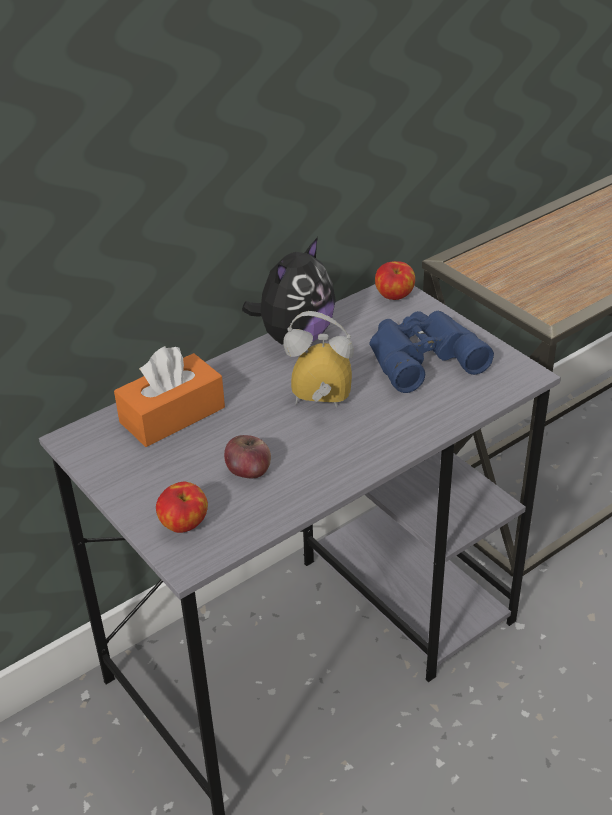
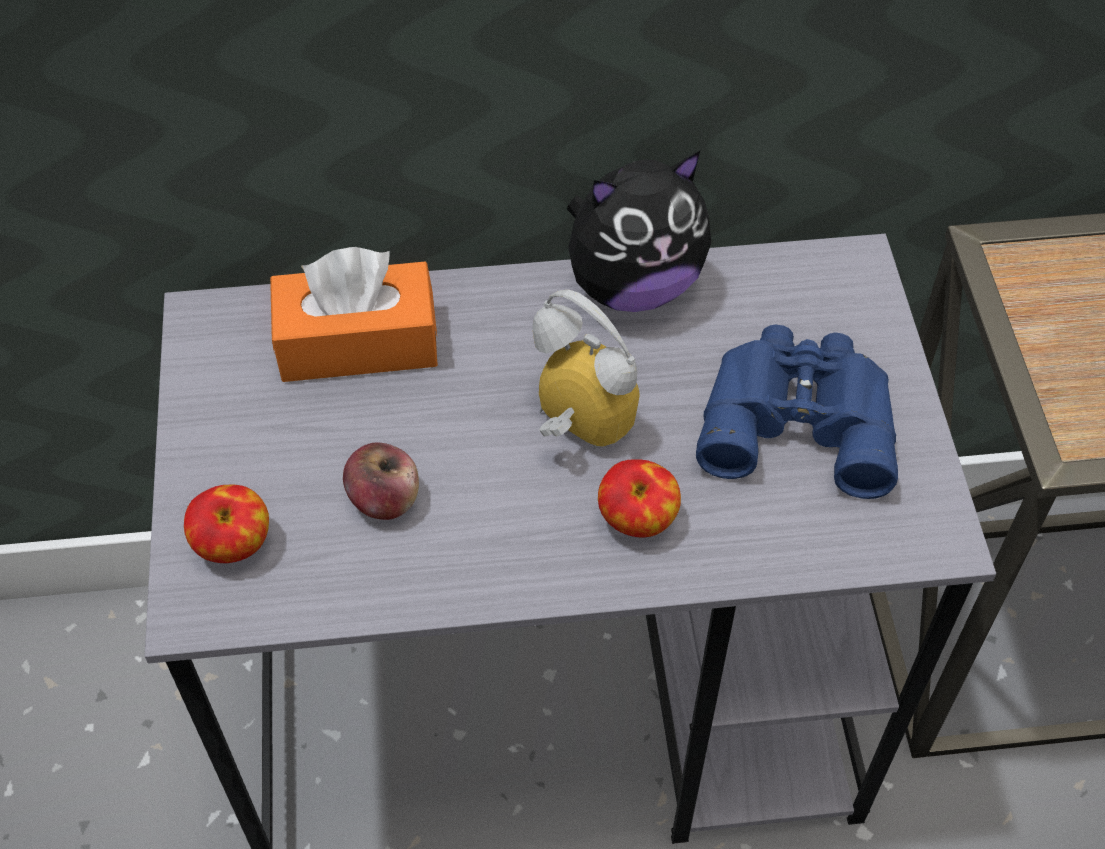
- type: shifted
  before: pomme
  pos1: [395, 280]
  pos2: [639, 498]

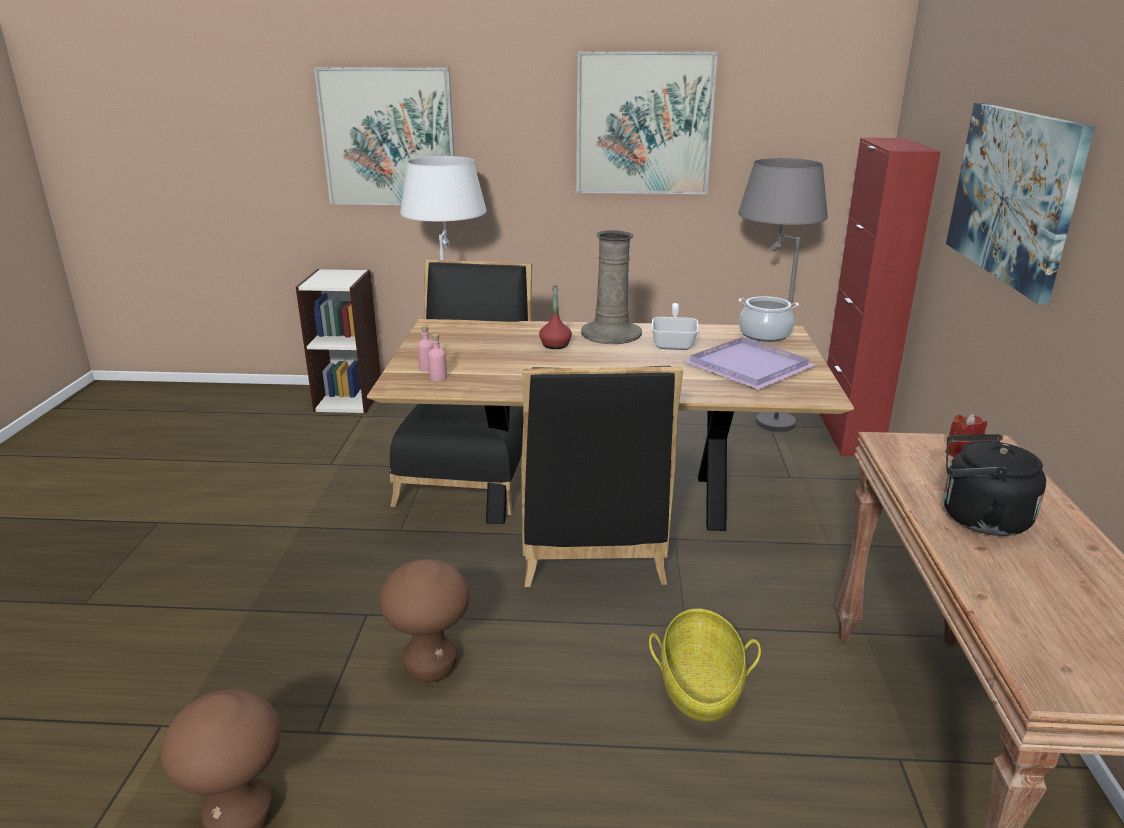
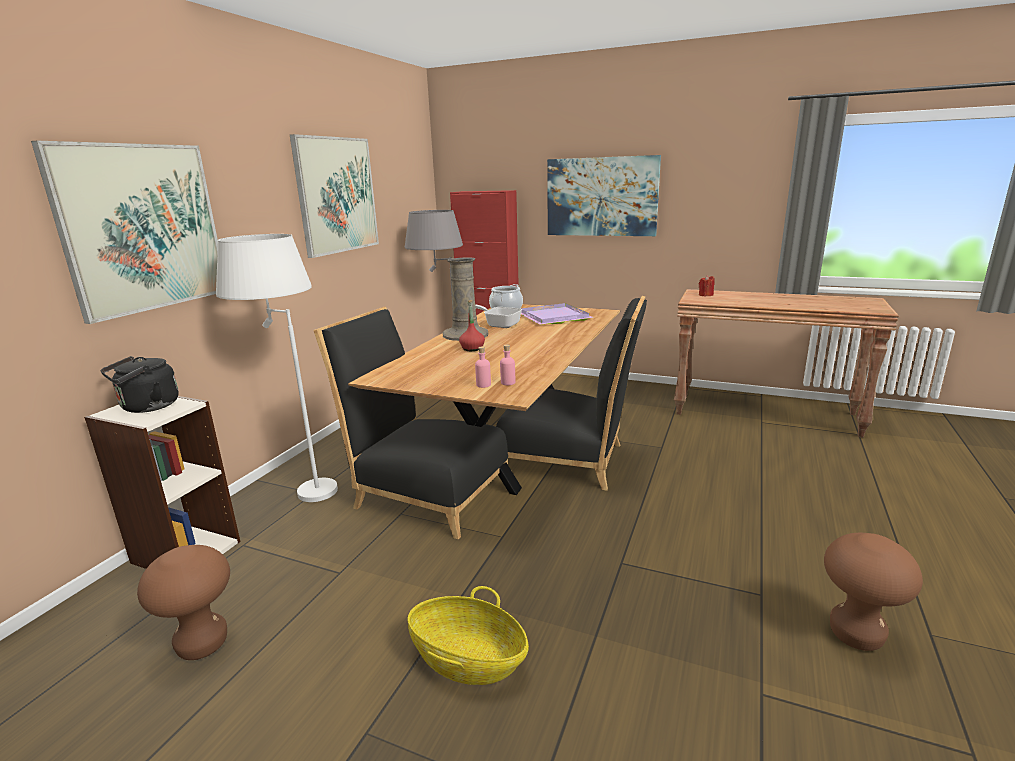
- type: shifted
  before: tabouret [marron]
  pos1: [424, 620]
  pos2: [183, 602]
- type: shifted
  before: panier
  pos1: [705, 665]
  pos2: [468, 635]
- type: shifted
  before: bouilloire [noir]
  pos1: [994, 485]
  pos2: [139, 384]

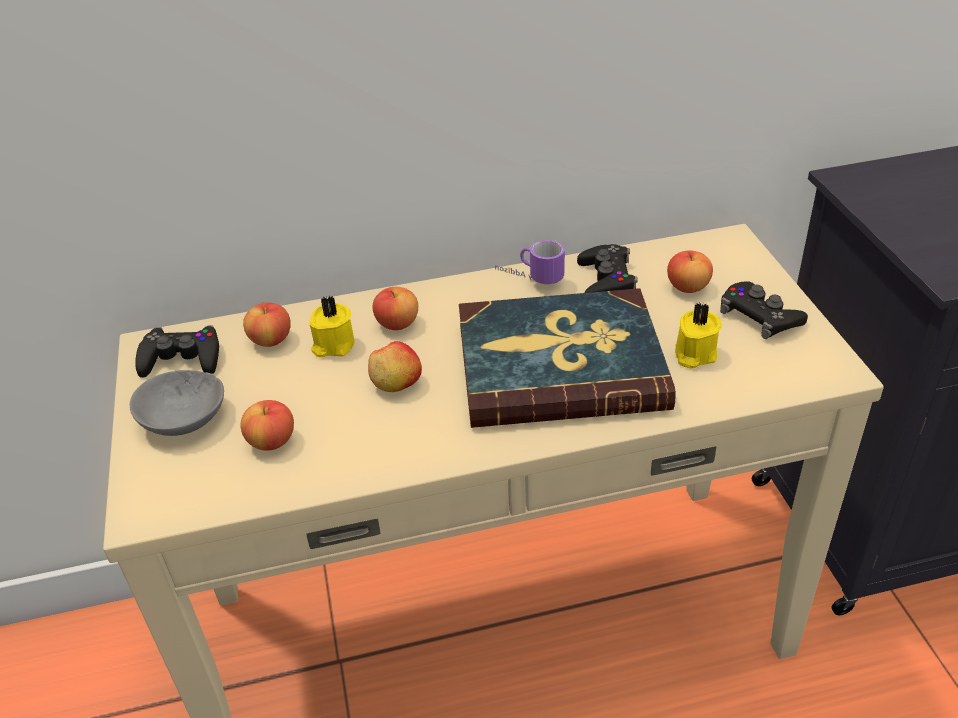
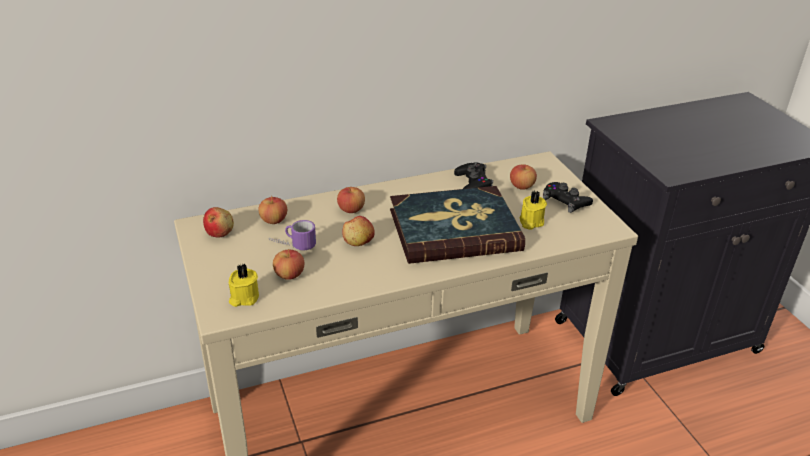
- type: gone
  before: bol [gris]
  pos1: [177, 403]
- type: shifted
  before: bougie [jaune]
  pos1: [332, 326]
  pos2: [244, 285]
- type: shifted
  before: mug
  pos1: [530, 262]
  pos2: [292, 235]
- type: swapped
  before: manette [noir]
  after: pomme
  pos1: [177, 351]
  pos2: [218, 222]

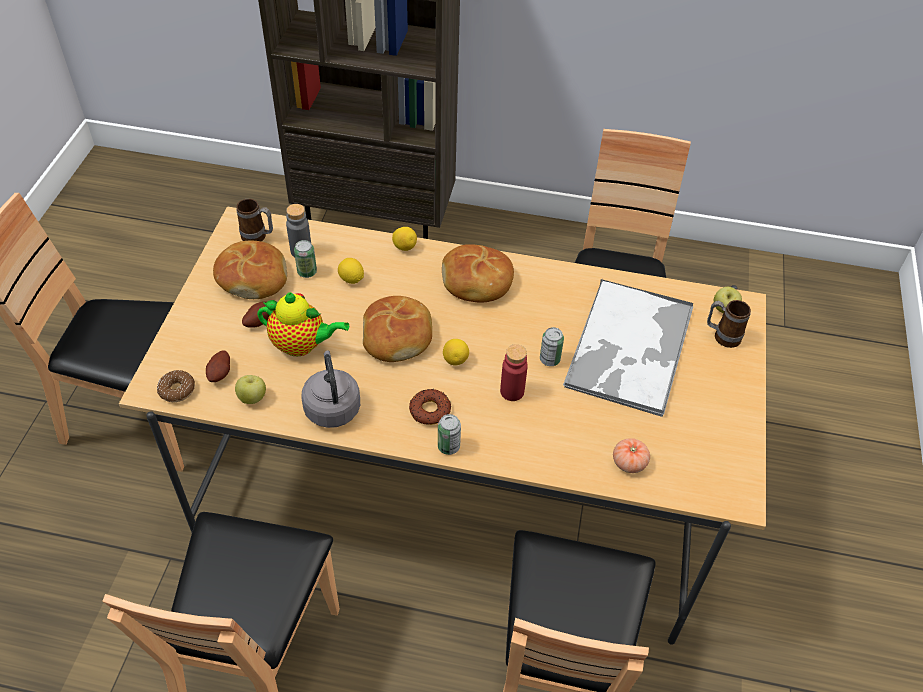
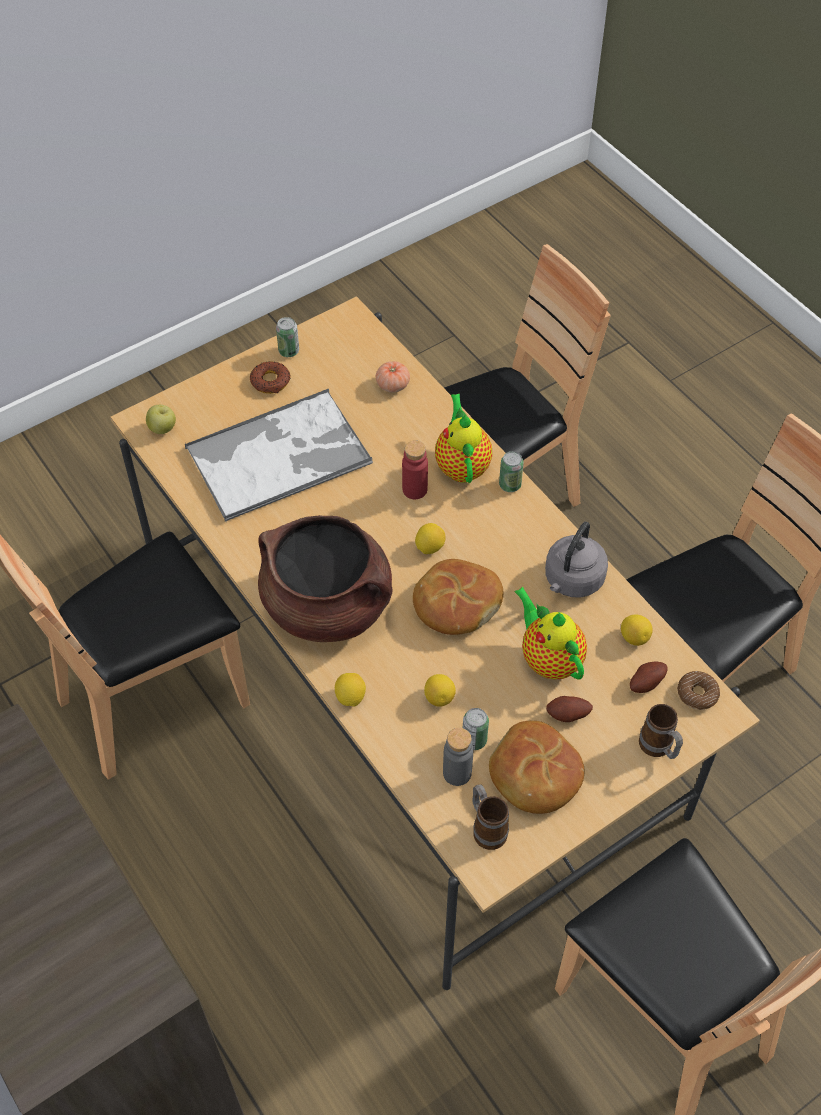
- type: new
  after: théière
  pos2: [463, 438]
- type: shifted
  before: beignet
  pos1: [430, 407]
  pos2: [270, 377]
- type: shifted
  before: boîte métallique
  pos1: [552, 346]
  pos2: [287, 337]
- type: shifted
  before: mug
  pos1: [729, 324]
  pos2: [661, 731]
- type: swapped
  before: pomme
  after: citron
  pos1: [250, 389]
  pos2: [637, 630]
- type: swapped
  before: pain
  after: marmite [marron]
  pos1: [478, 273]
  pos2: [325, 578]

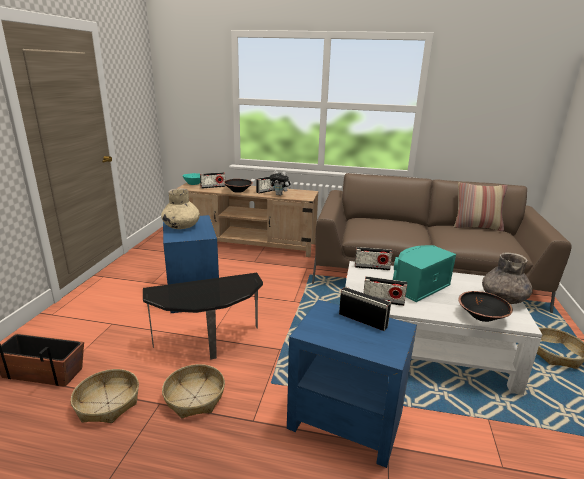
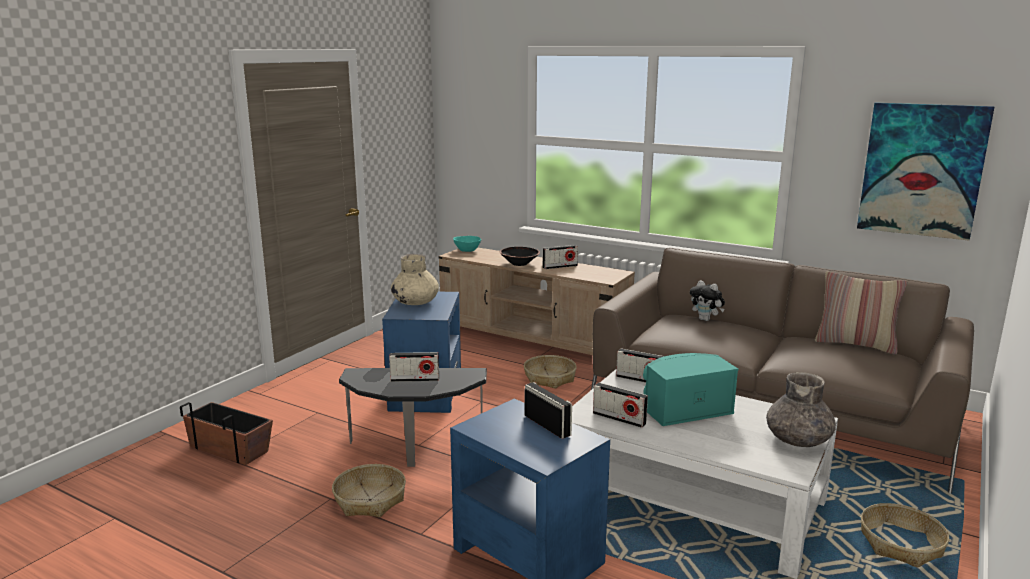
- type: gone
  before: bol [noir]
  pos1: [485, 306]
- type: new
  after: tableau
  pos2: [926, 171]
- type: shifted
  before: panier
  pos1: [105, 396]
  pos2: [550, 372]
- type: shifted
  before: radio
  pos1: [213, 180]
  pos2: [414, 367]
- type: shifted
  before: peluche
  pos1: [280, 183]
  pos2: [707, 300]

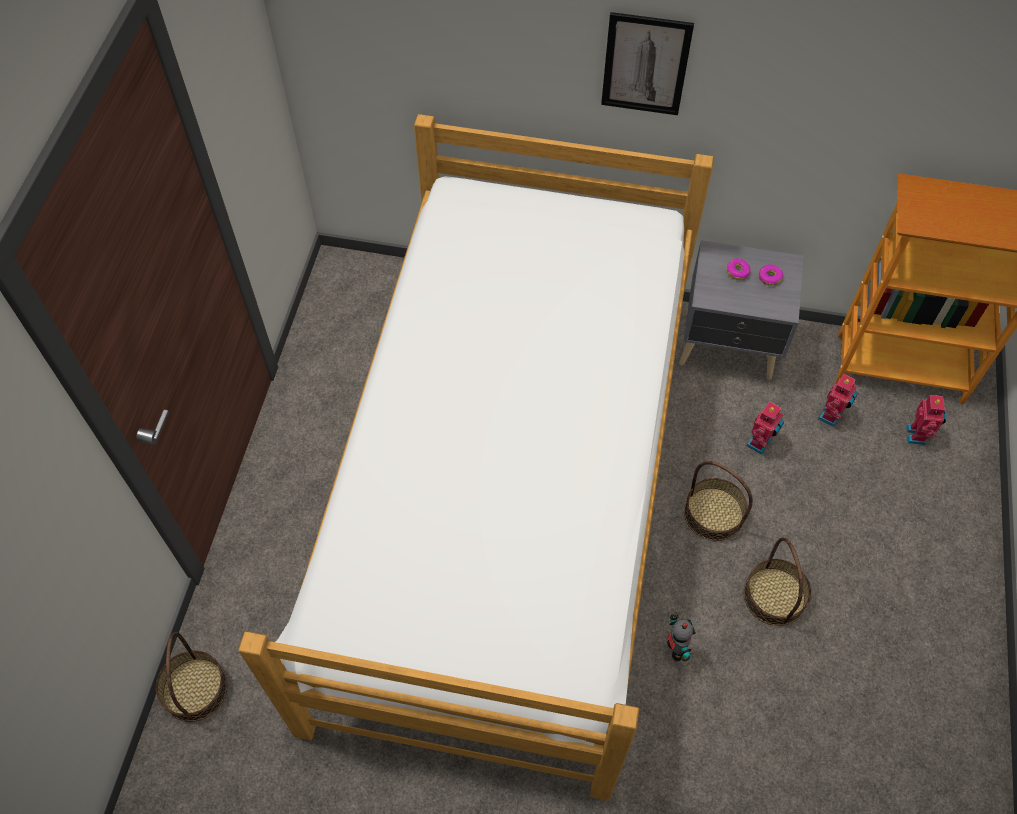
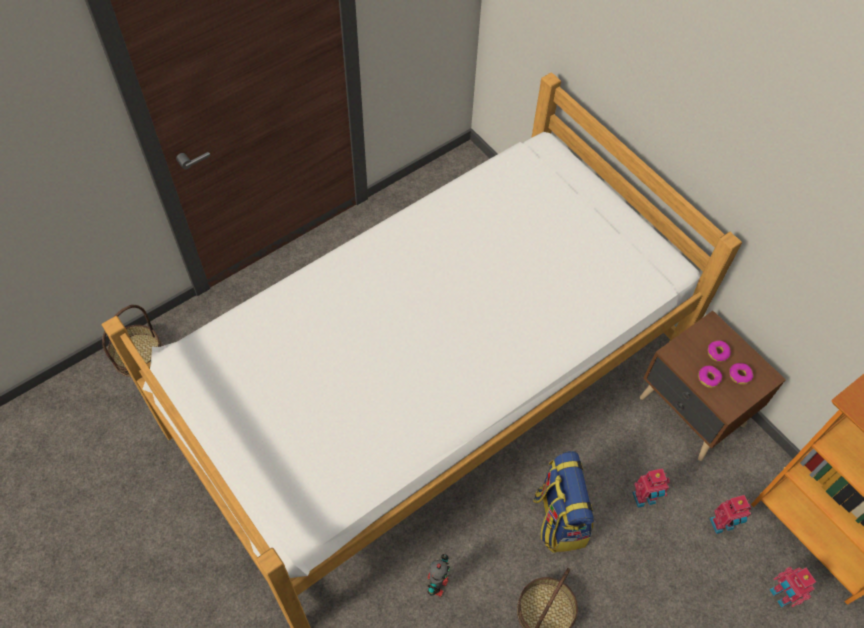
- type: gone
  before: tableau
  pos1: [647, 63]
- type: new
  after: beignet
  pos2: [710, 376]
- type: swapped
  before: panier
  after: sac à dos
  pos1: [718, 501]
  pos2: [563, 502]
- type: repainted
  before: table de chevet [gris]
  after: table de chevet [marron]
  pos1: [741, 310]
  pos2: [713, 386]
- type: rotated
  before: robot jouet
  pos1: [926, 419]
  pos2: [792, 587]
  turn: 105

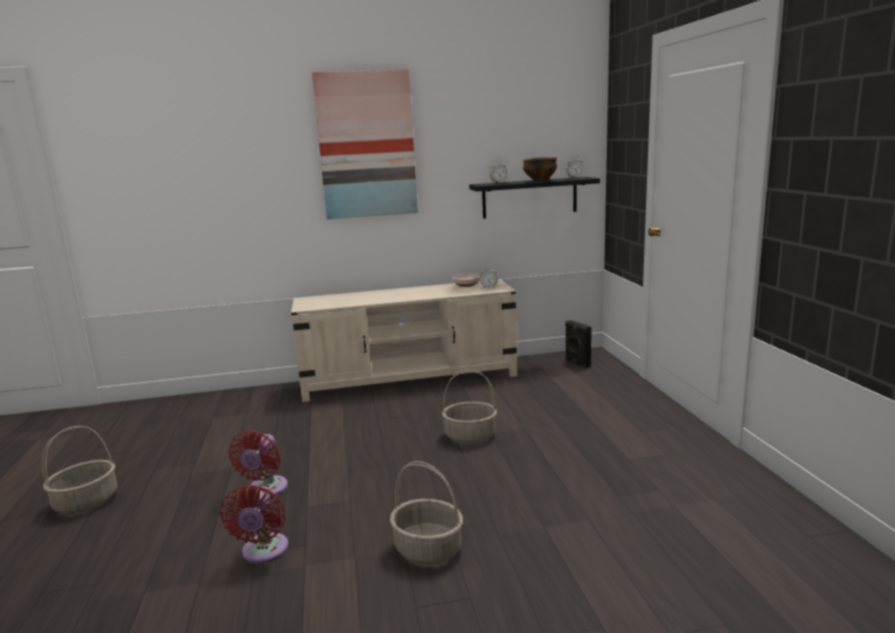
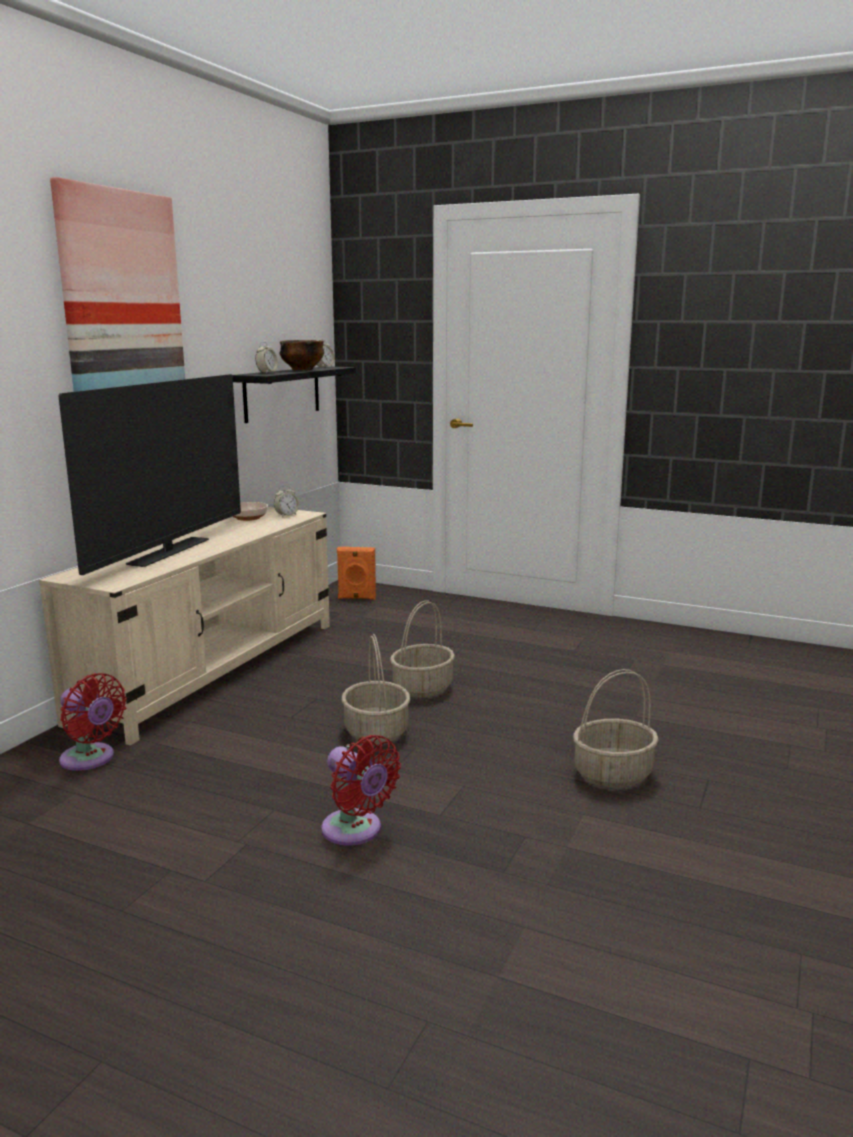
- type: new
  after: téléviseur
  pos2: [149, 474]
- type: shifted
  before: panier
  pos1: [79, 470]
  pos2: [376, 689]
- type: shifted
  before: ventilateur [rouge]
  pos1: [254, 524]
  pos2: [93, 722]
- type: repainted
  before: enceinte [noir]
  after: enceinte [orange]
  pos1: [578, 344]
  pos2: [356, 573]

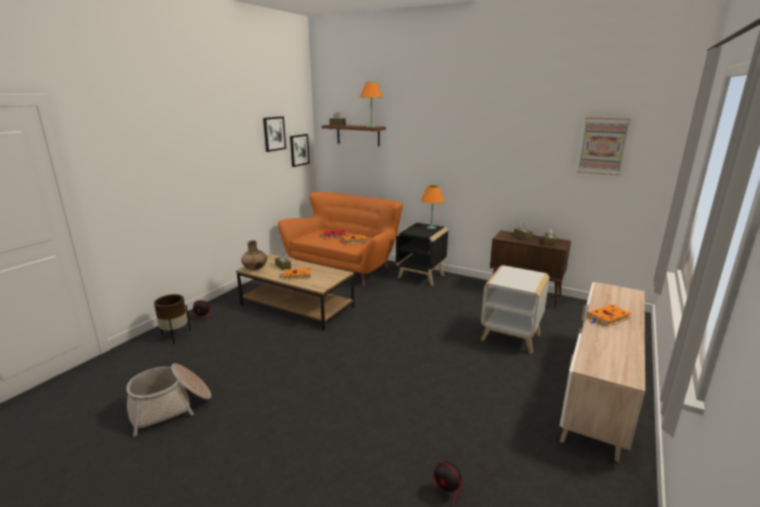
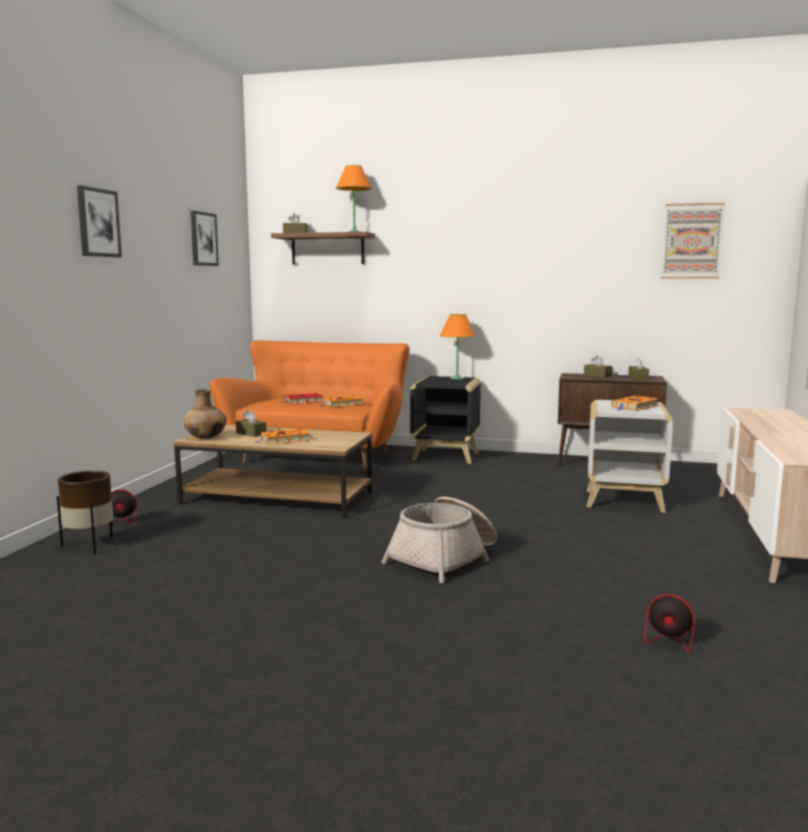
- type: shifted
  before: panier
  pos1: [168, 399]
  pos2: [439, 540]
- type: shifted
  before: tableau
  pos1: [300, 150]
  pos2: [99, 221]
- type: shifted
  before: livre [orange]
  pos1: [609, 316]
  pos2: [635, 403]

